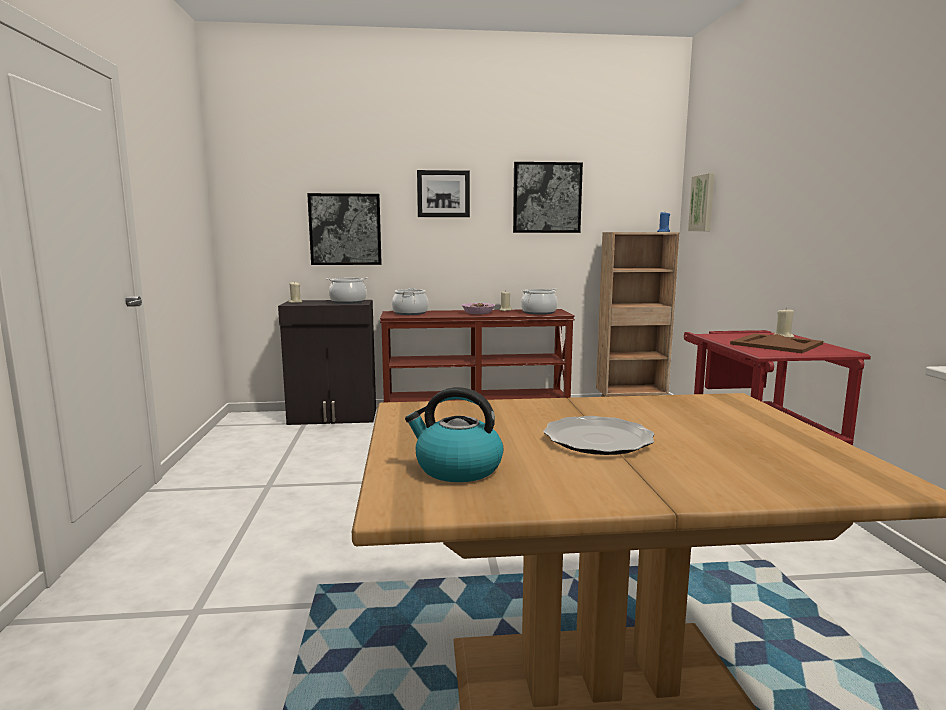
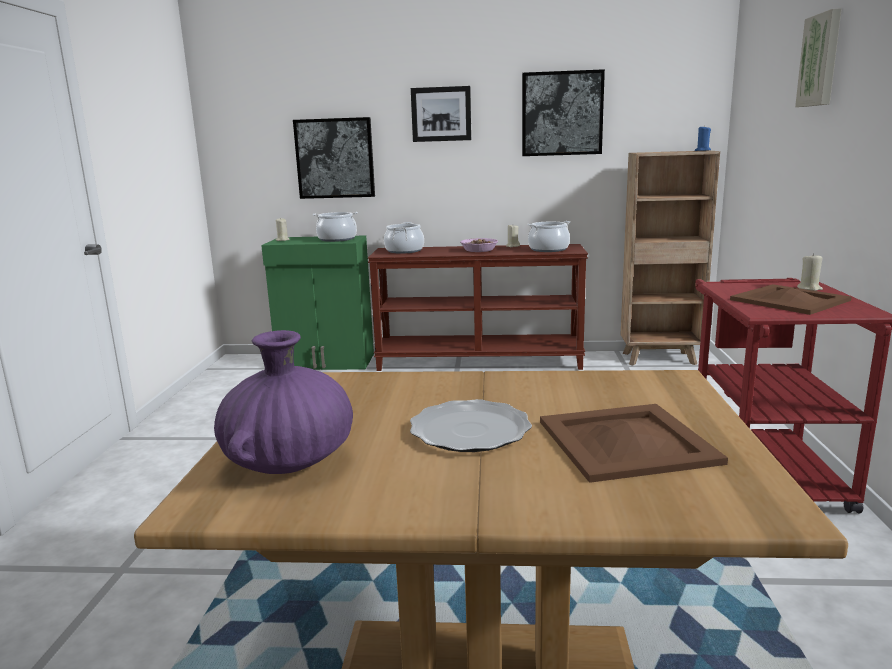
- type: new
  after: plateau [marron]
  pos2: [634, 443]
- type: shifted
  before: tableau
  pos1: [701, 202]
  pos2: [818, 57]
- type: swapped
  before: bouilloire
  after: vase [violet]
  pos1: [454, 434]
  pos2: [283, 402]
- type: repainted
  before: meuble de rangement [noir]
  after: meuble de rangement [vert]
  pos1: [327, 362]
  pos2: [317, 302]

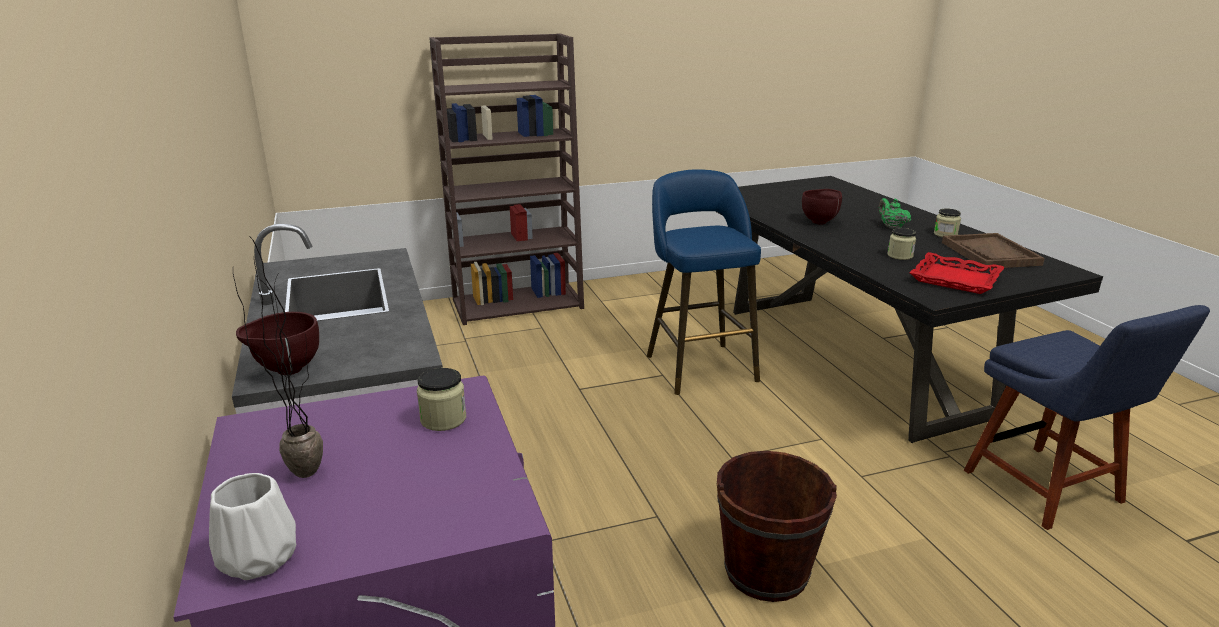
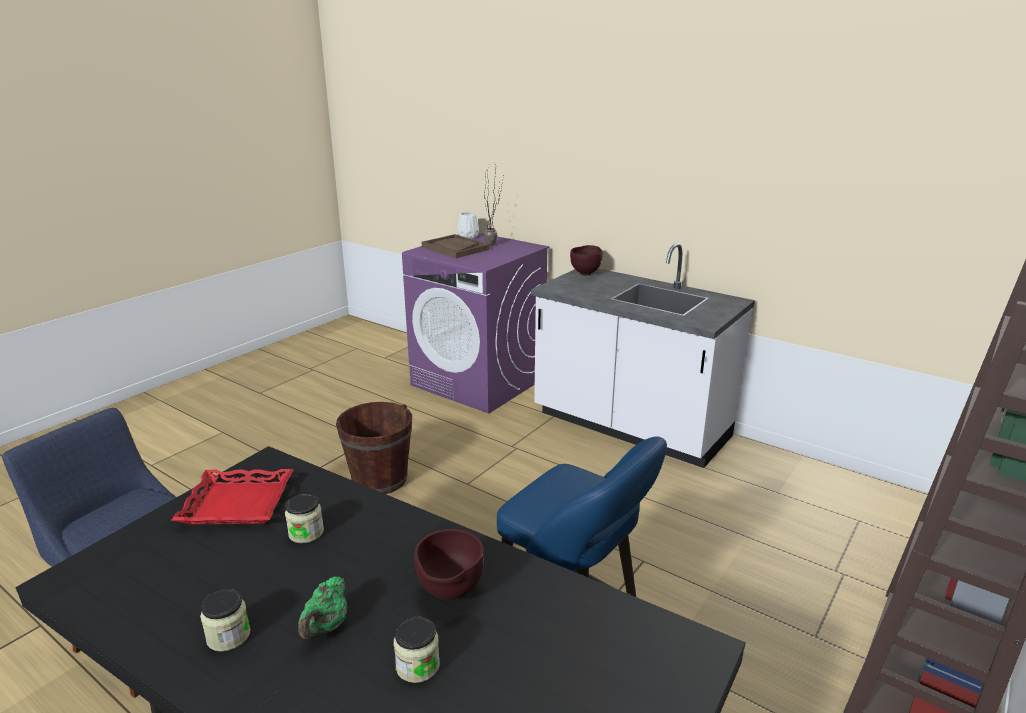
- type: shifted
  before: bocal
  pos1: [441, 399]
  pos2: [417, 649]
- type: shifted
  before: plateau [marron]
  pos1: [993, 251]
  pos2: [456, 246]
- type: rotated
  before: théière [vert]
  pos1: [894, 213]
  pos2: [322, 607]
  turn: 75

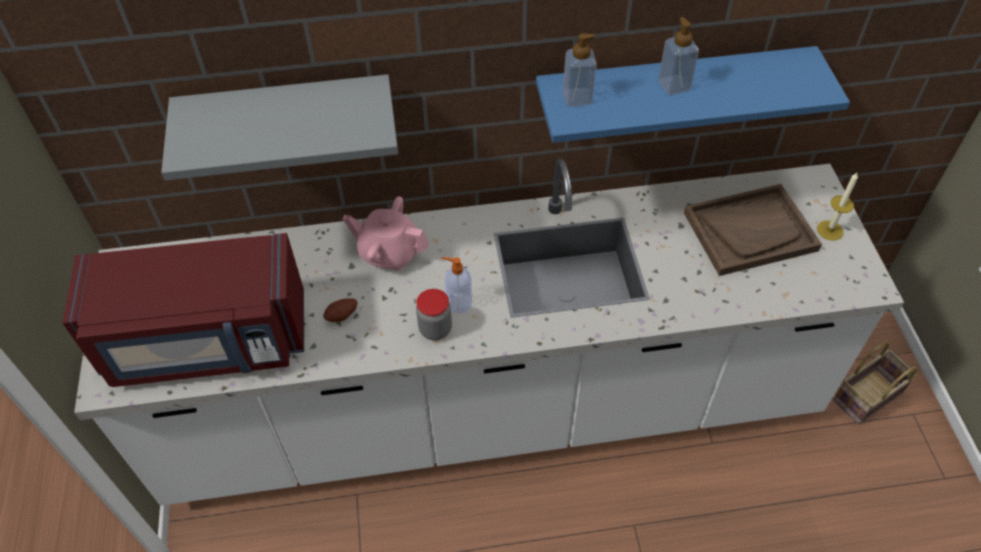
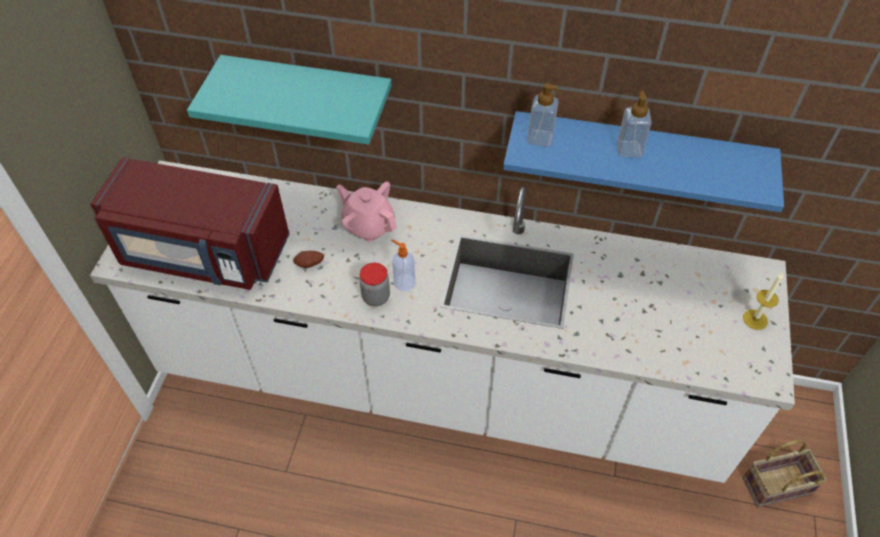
- type: gone
  before: plateau [marron]
  pos1: [753, 230]
- type: repainted
  before: étagère [gris]
  after: étagère [turquoise]
  pos1: [279, 127]
  pos2: [289, 100]

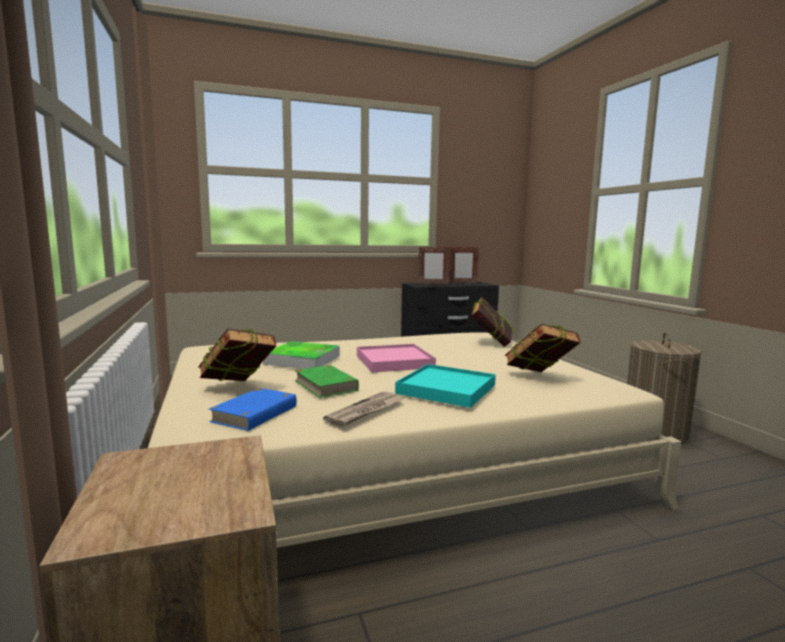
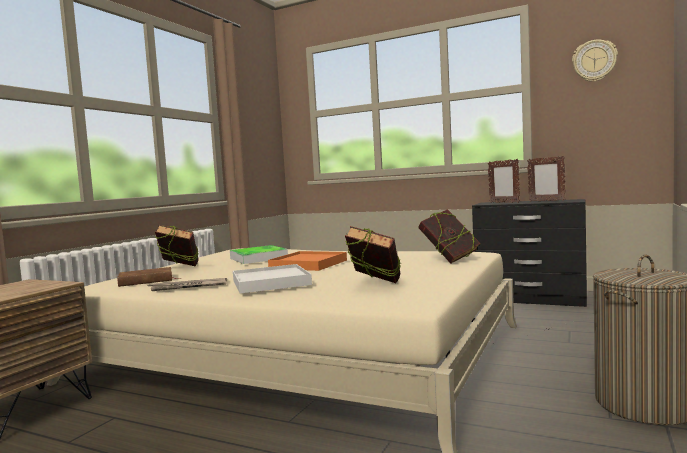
- type: gone
  before: livre [vert]
  pos1: [327, 381]
- type: new
  after: horloge murale
  pos2: [595, 60]
- type: repainted
  before: livre [bleu]
  after: livre [marron]
  pos1: [253, 409]
  pos2: [149, 277]
- type: repainted
  before: plateau [rose]
  after: plateau [orange]
  pos1: [396, 358]
  pos2: [307, 261]
- type: repainted
  before: plateau [turquoise]
  after: plateau [blanc]
  pos1: [445, 386]
  pos2: [272, 278]

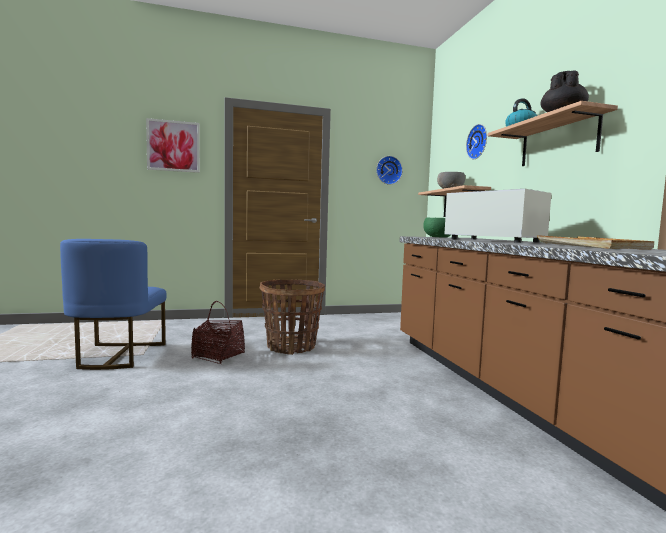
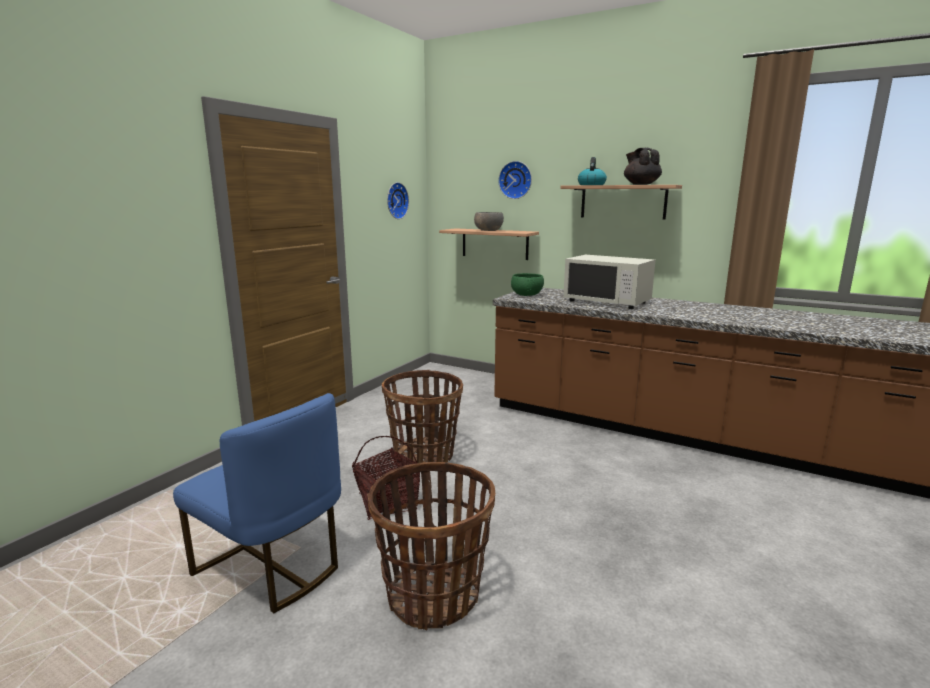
- type: gone
  before: tableau
  pos1: [173, 145]
- type: gone
  before: plateau [beige]
  pos1: [595, 242]
- type: new
  after: panier
  pos2: [431, 546]
- type: rotated
  before: micro-ondes [blanc]
  pos1: [498, 216]
  pos2: [609, 282]
  turn: -150

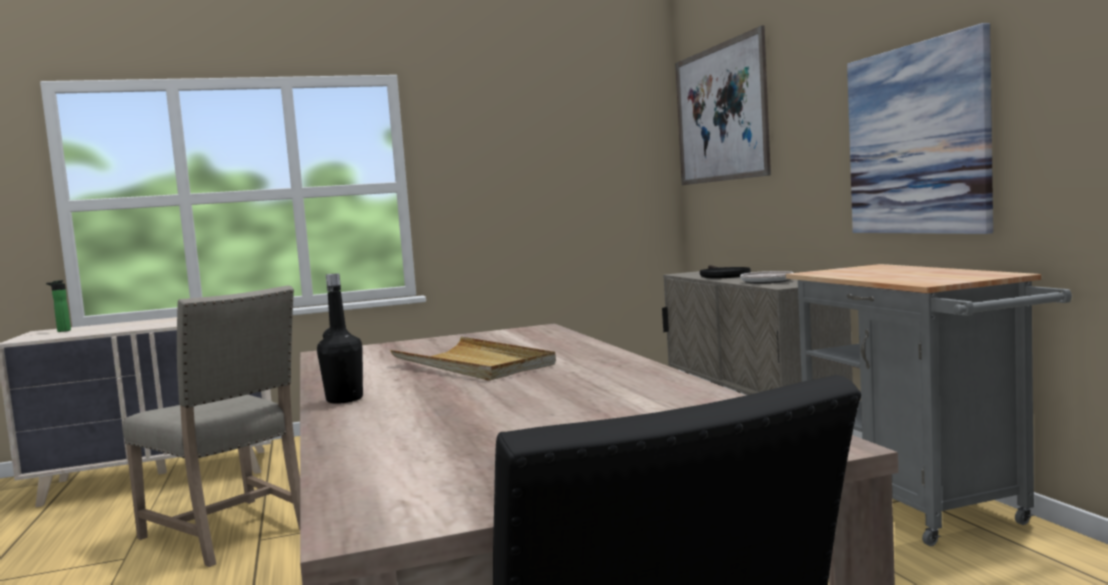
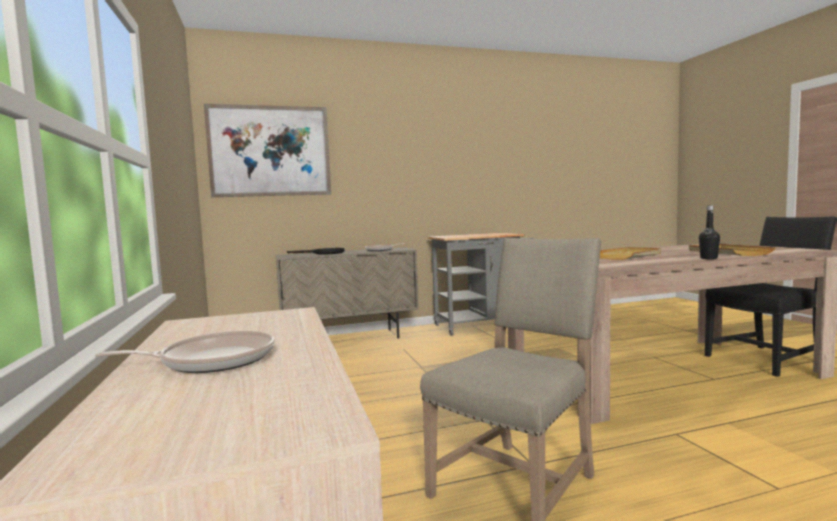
- type: gone
  before: bouteille
  pos1: [58, 306]
- type: gone
  before: tableau
  pos1: [920, 128]
- type: new
  after: poêle
  pos2: [185, 352]
- type: new
  after: plateau [beige]
  pos2: [732, 250]

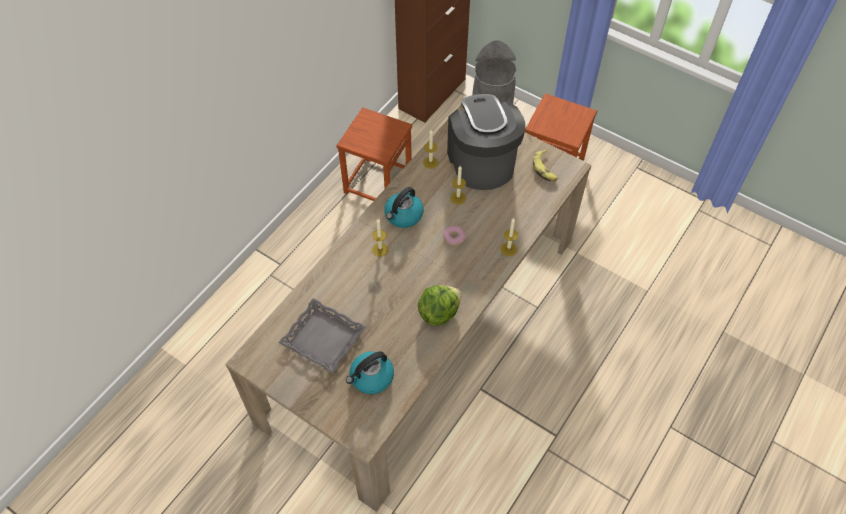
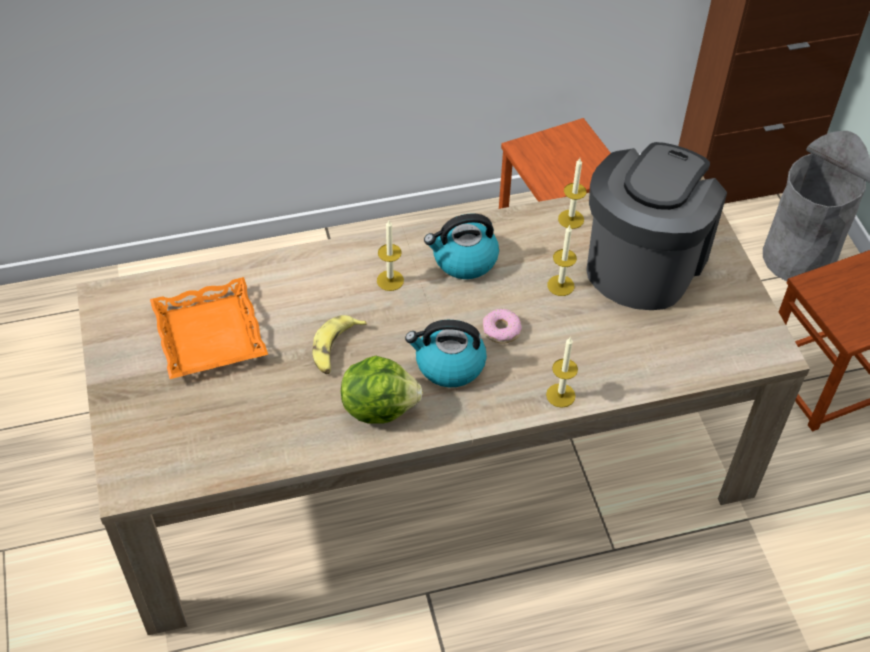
- type: shifted
  before: bouilloire
  pos1: [370, 373]
  pos2: [446, 353]
- type: shifted
  before: banane
  pos1: [545, 165]
  pos2: [339, 344]
- type: repainted
  before: plateau [gris]
  after: plateau [orange]
  pos1: [322, 335]
  pos2: [209, 328]

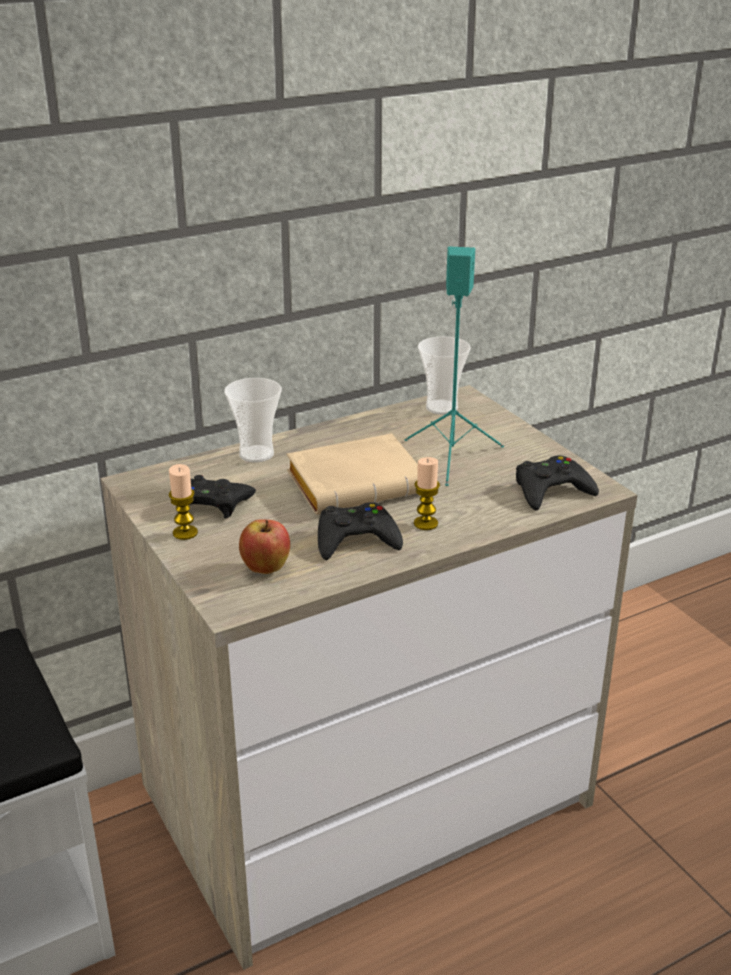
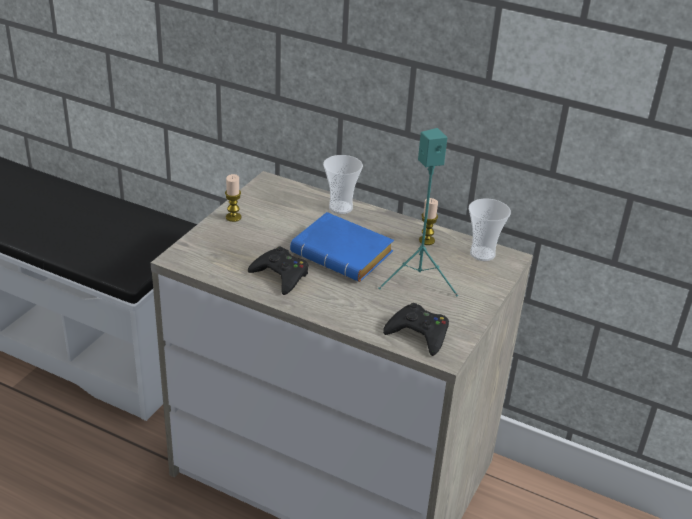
- type: gone
  before: manette [noir]
  pos1: [216, 497]
- type: gone
  before: pomme
  pos1: [264, 546]
- type: shifted
  before: bougie
  pos1: [427, 493]
  pos2: [428, 221]
- type: repainted
  before: livre [beige]
  after: livre [bleu]
  pos1: [352, 474]
  pos2: [342, 247]

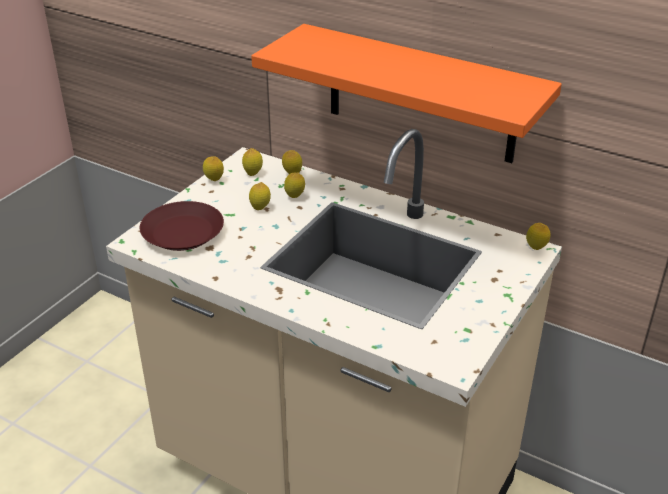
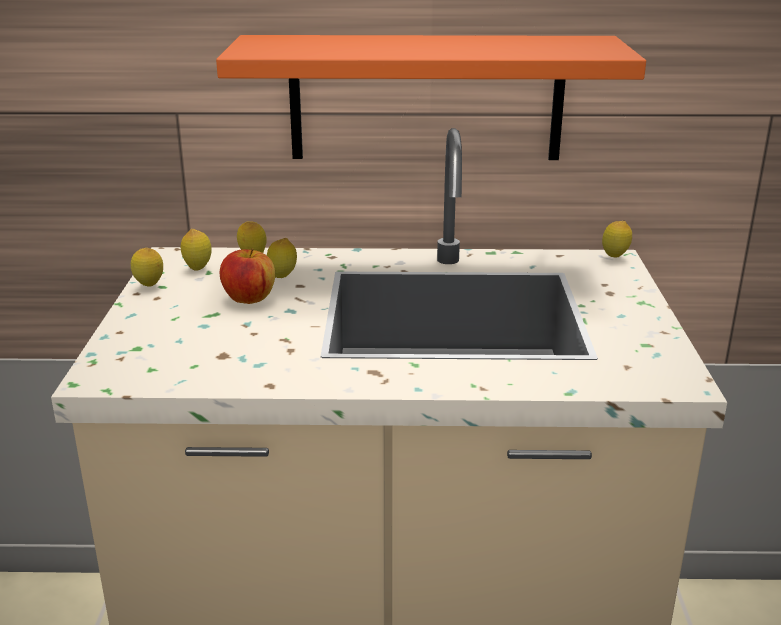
- type: gone
  before: assiette [marron]
  pos1: [182, 226]
- type: swapped
  before: citron
  after: pomme
  pos1: [260, 196]
  pos2: [247, 276]

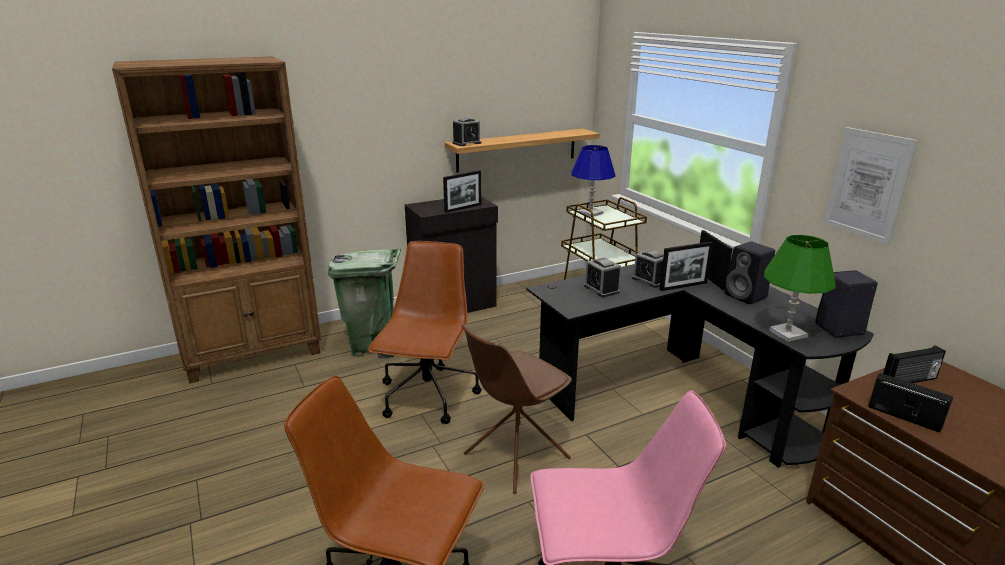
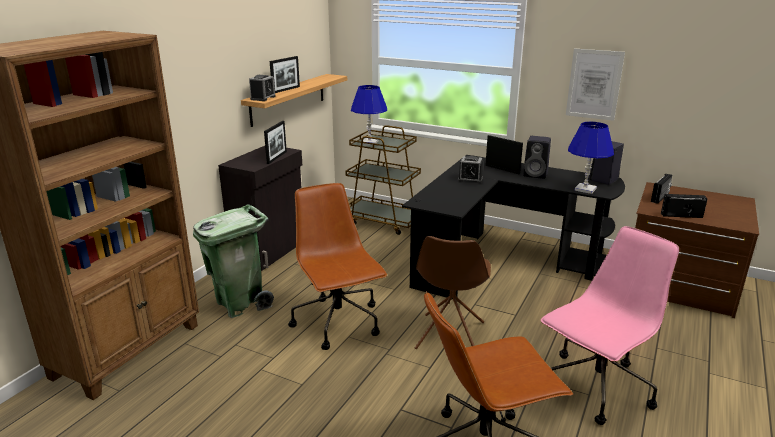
- type: gone
  before: réveil
  pos1: [602, 277]
- type: shifted
  before: cadre photo
  pos1: [686, 266]
  pos2: [285, 74]
- type: repainted
  before: lampe de table [vert]
  after: lampe de table [bleu]
  pos1: [800, 288]
  pos2: [591, 158]

